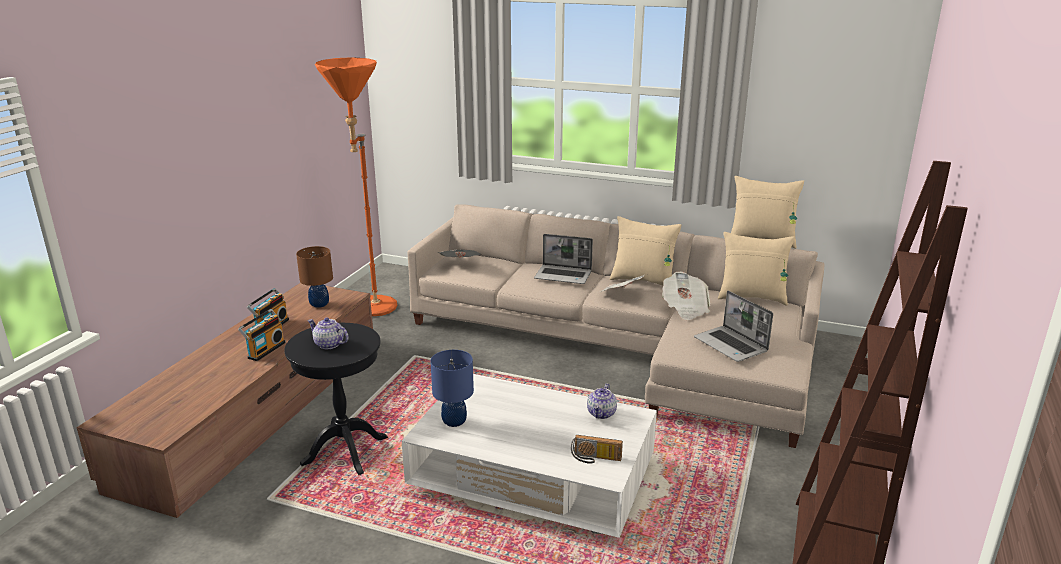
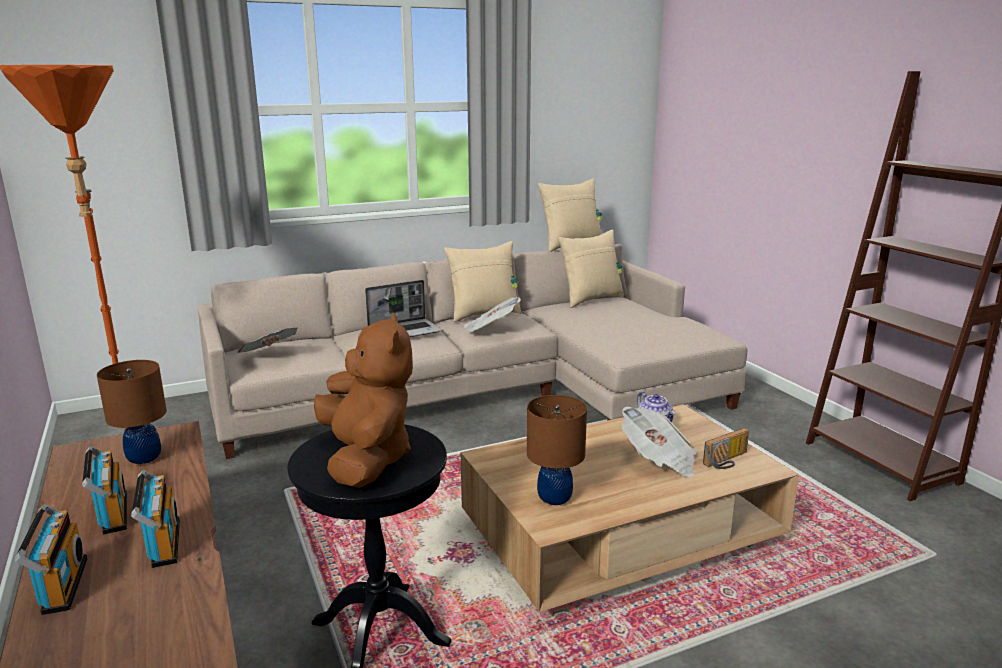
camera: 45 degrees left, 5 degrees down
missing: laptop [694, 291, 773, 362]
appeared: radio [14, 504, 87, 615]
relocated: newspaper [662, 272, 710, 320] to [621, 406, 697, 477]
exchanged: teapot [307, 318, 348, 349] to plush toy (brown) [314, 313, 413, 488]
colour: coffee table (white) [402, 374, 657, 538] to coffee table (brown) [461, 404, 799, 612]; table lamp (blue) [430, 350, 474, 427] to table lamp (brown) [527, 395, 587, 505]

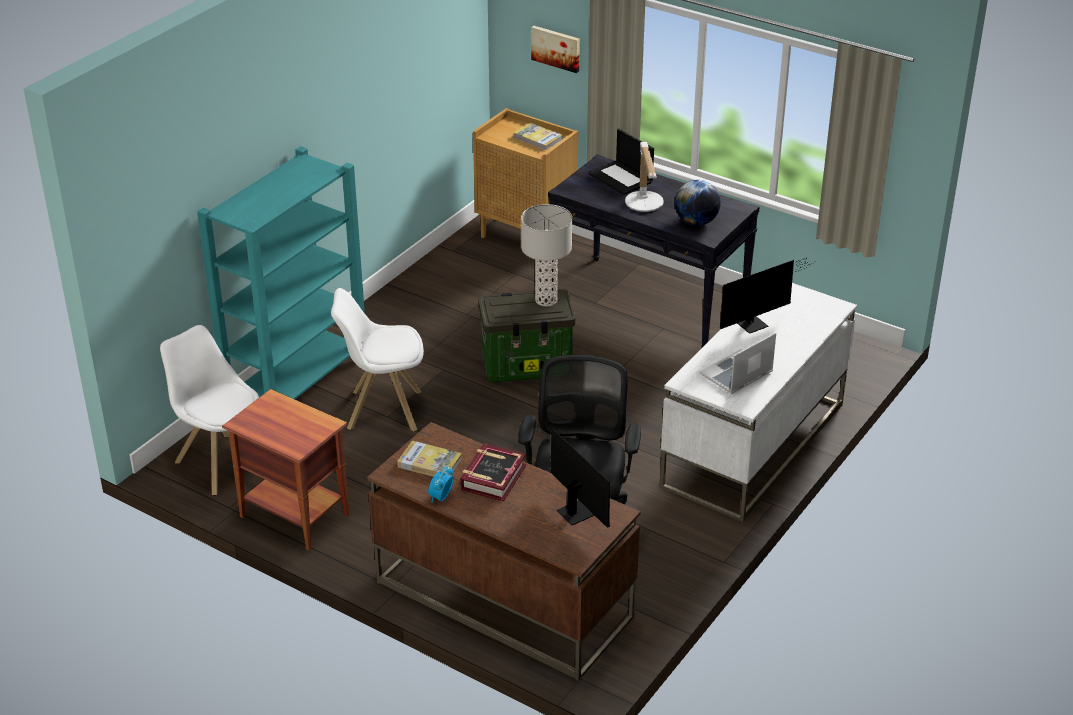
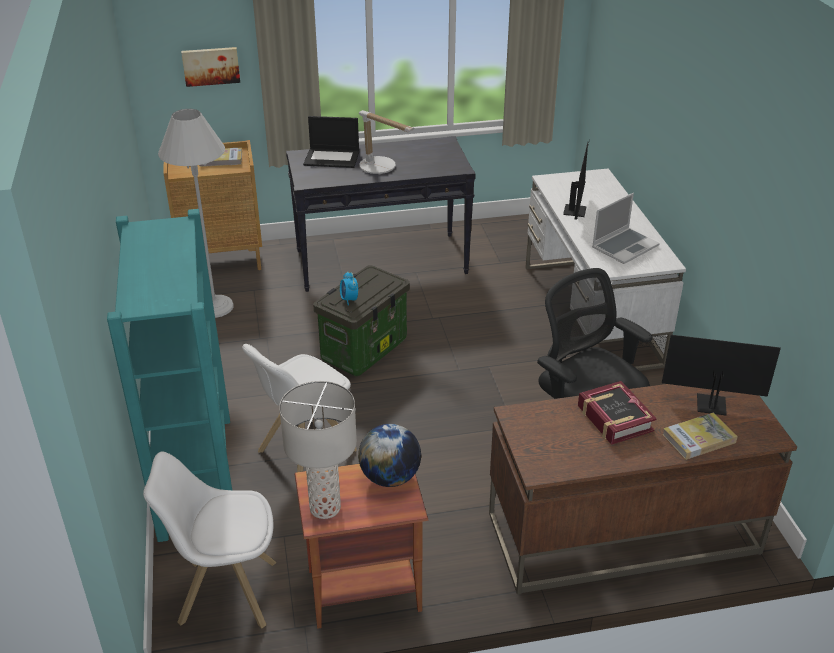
camera: 45 degrees left, 0 degrees up
appeared: floor lamp (white) [158, 109, 234, 318]
relocated: book [397, 441, 462, 477] to [662, 413, 738, 460]; alarm clock [428, 466, 454, 503] to [340, 271, 358, 305]; table lamp (white) [521, 204, 572, 306] to [279, 381, 357, 519]; globe [675, 180, 721, 226] to [358, 424, 421, 487]
spun: laptop [699, 332, 776, 394] = [592, 193, 660, 264] 135 degrees counterclockwise

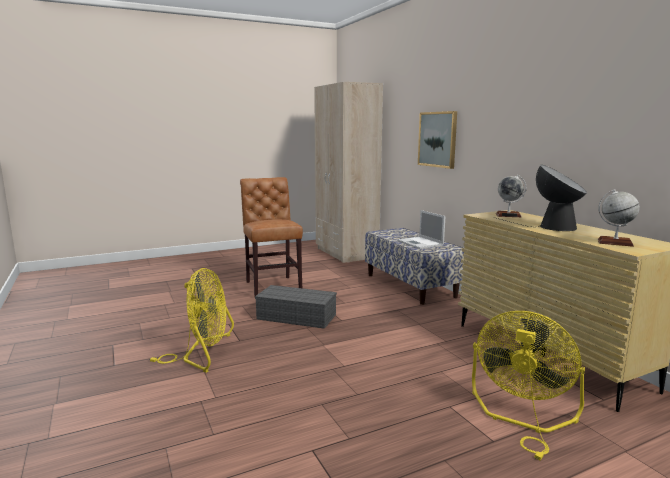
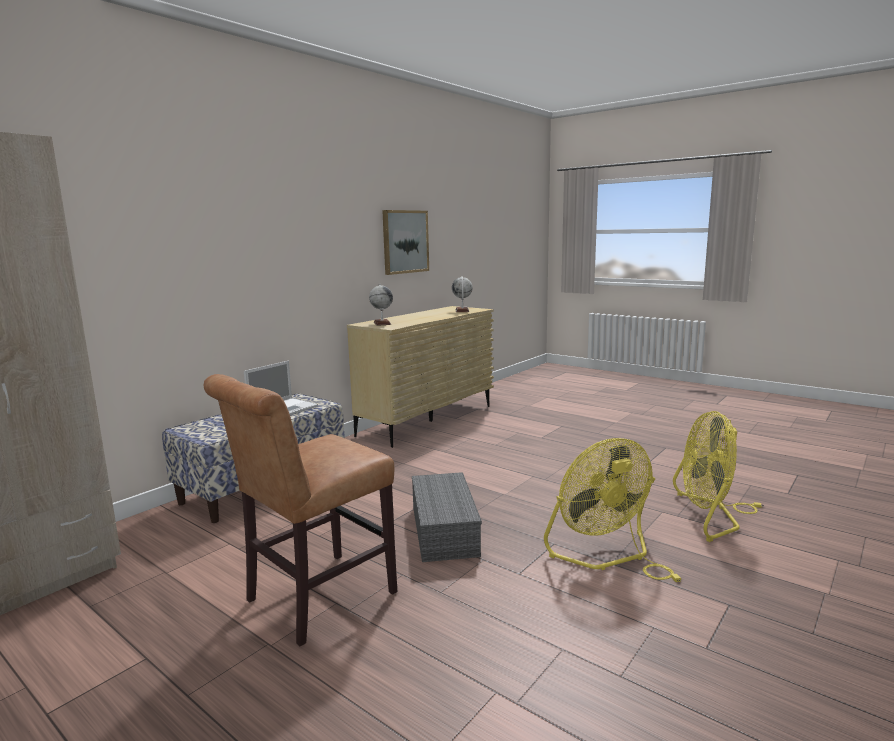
camera: 115 degrees left, 0 degrees up
missing: table lamp [493, 164, 587, 231]
relocated: picture [418, 111, 457, 169] to [382, 210, 429, 275]; fan (yellow) [472, 311, 585, 461] to [673, 411, 763, 542]

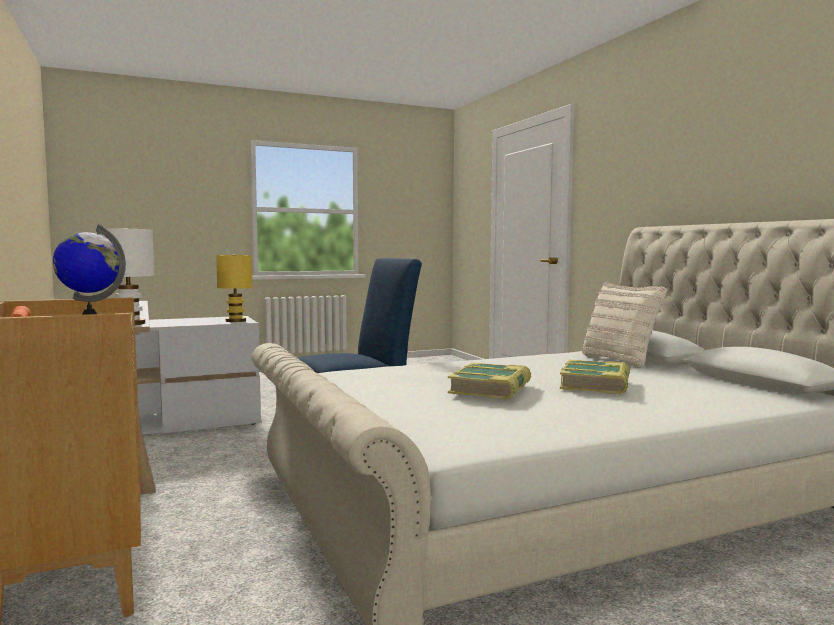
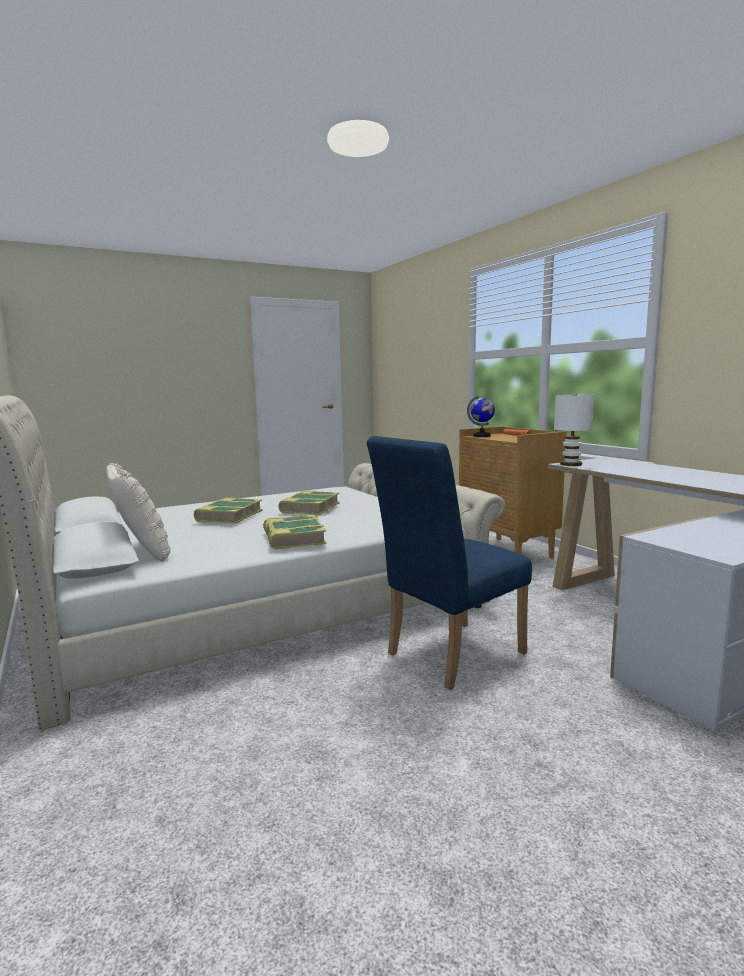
camera: 175 degrees right, 5 degrees up
missing: table lamp (yellow) [216, 254, 253, 322]
appeared: book [263, 515, 326, 550]

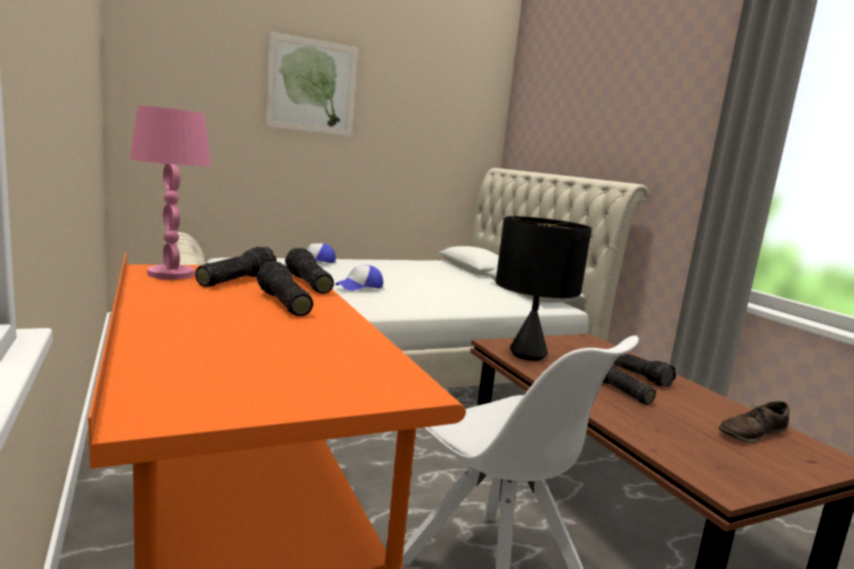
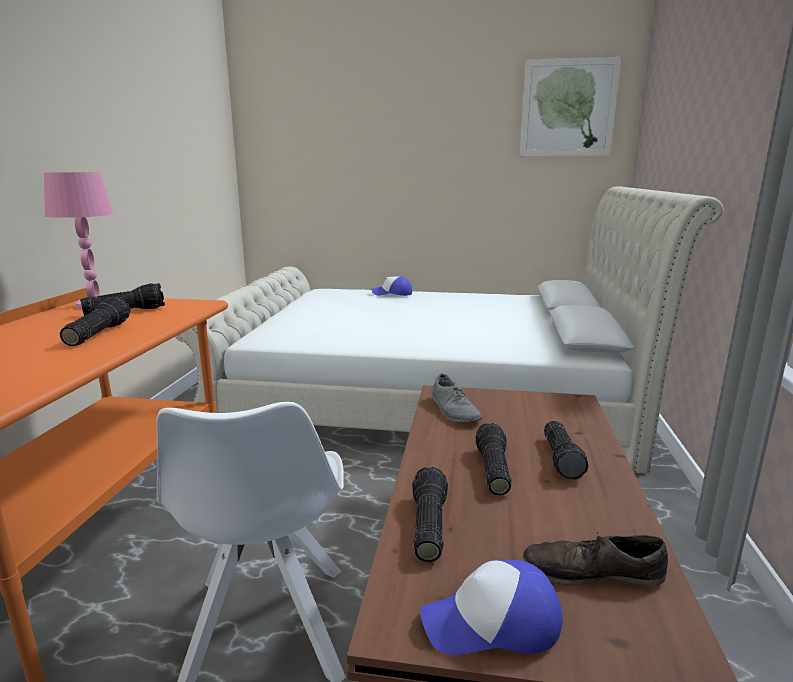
camera: 35 degrees right, 5 degrees up
relocated: picture [266, 32, 358, 136] to [520, 57, 622, 156]; flashlight [285, 248, 334, 294] to [412, 467, 448, 562]; cap [335, 265, 383, 291] to [420, 560, 563, 655]
exchanged: table lamp (black) [496, 216, 592, 361] to shoe (grey) [432, 374, 482, 422]

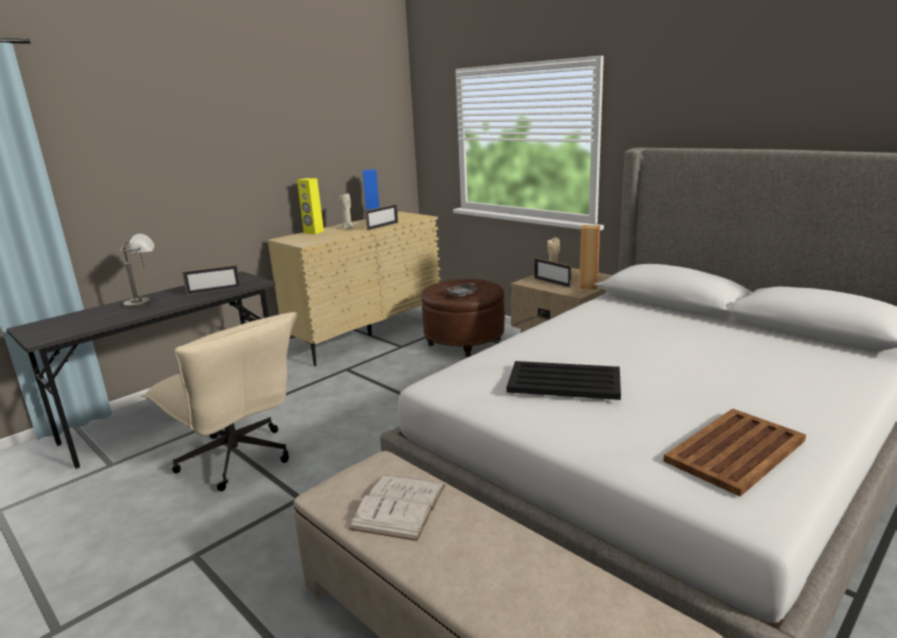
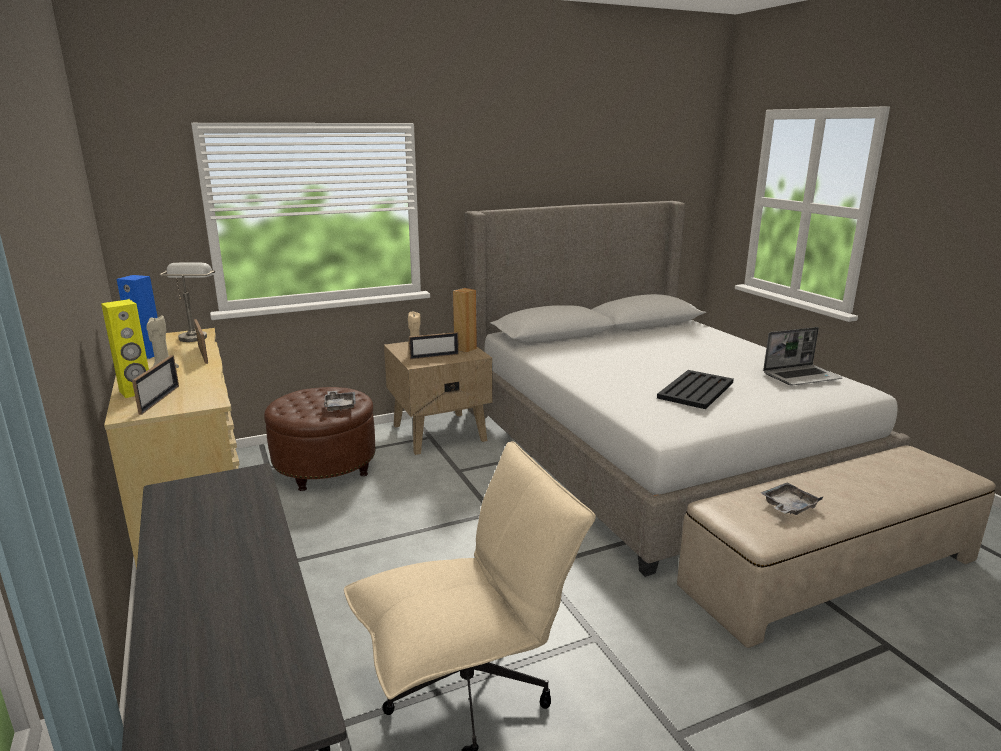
camera: 70 degrees left, 0 degrees up
relocated: table lamp (grey) [121, 234, 155, 309] to [159, 263, 215, 342]; picture frame [182, 265, 241, 295] to [132, 355, 179, 415]
exchanged: book (white) [349, 475, 445, 541] to tray (grey) [761, 483, 823, 515]; tray (brown) [663, 409, 806, 497] to laptop [763, 327, 843, 386]

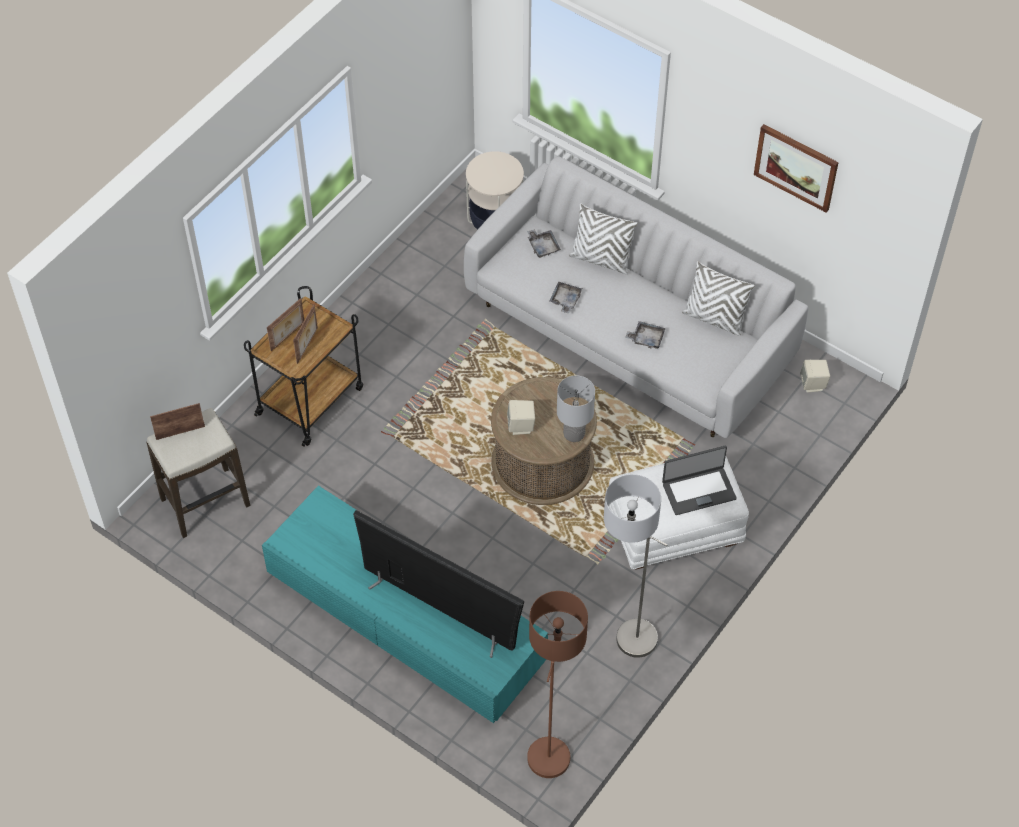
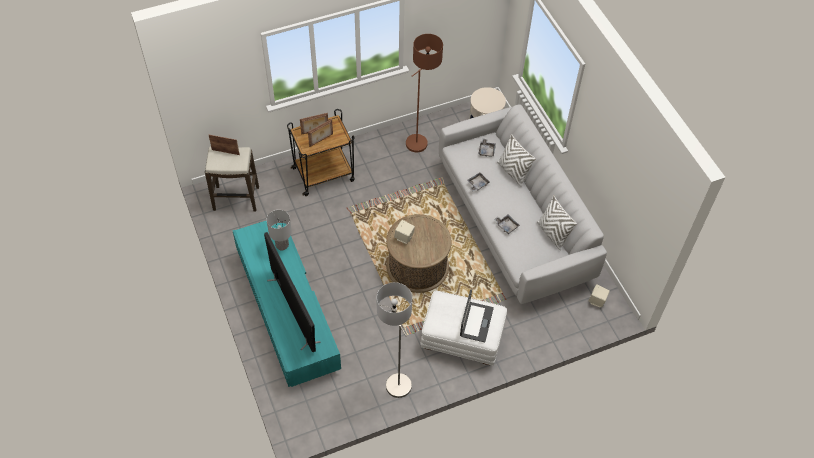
camera: 30 degrees right, 0 degrees up
missing: picture [754, 124, 839, 213]
relocated: floor lamp (brown) [527, 591, 588, 778] to [406, 34, 443, 153]; table lamp (grey) [557, 375, 595, 442] to [267, 210, 292, 251]
spun: laptop [662, 445, 737, 515] = [460, 290, 494, 342] 90 degrees counterclockwise

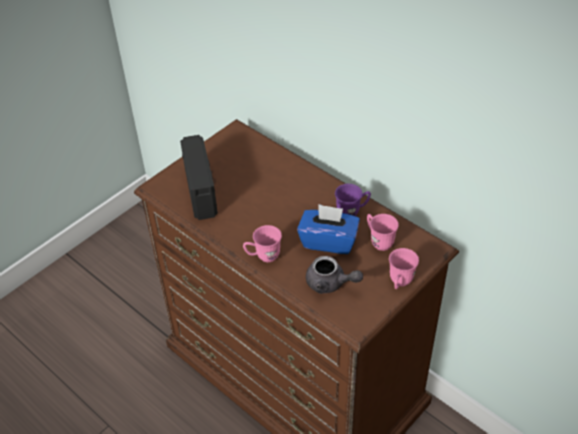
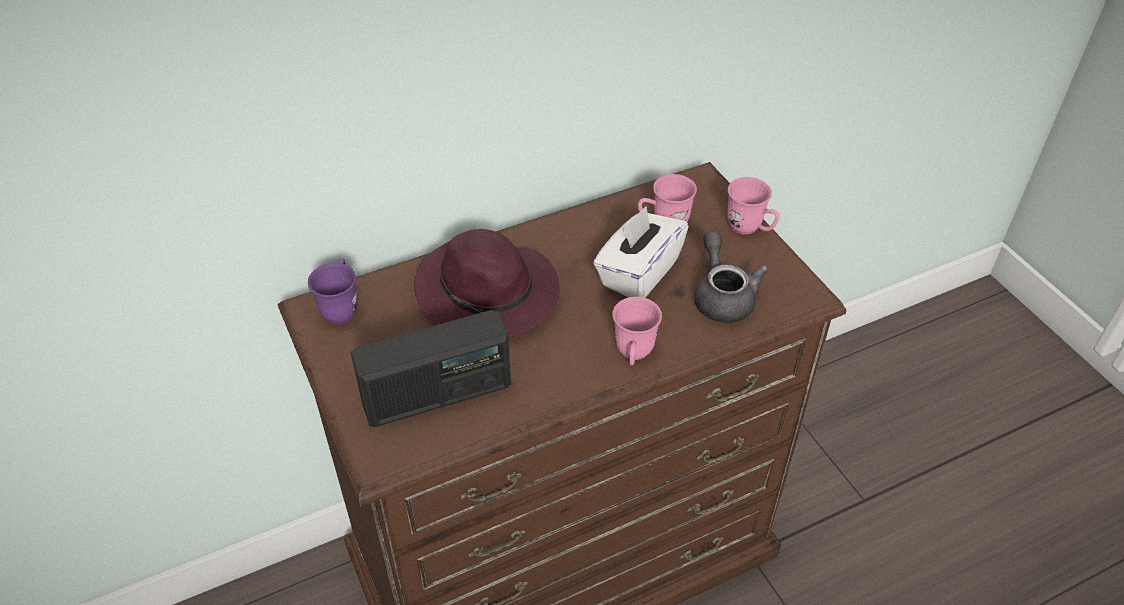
camera: 70 degrees left, 0 degrees up
appeared: hat (purple) [414, 229, 560, 338]
relocated: mug (purple) [335, 184, 371, 216] to [308, 258, 357, 324]
colour: tissue box (blue) [297, 204, 360, 254] to tissue box (white) [593, 206, 689, 298]
spun: radio [180, 135, 218, 220] = [351, 310, 511, 427] 150 degrees clockwise; teapot (grey) [306, 256, 363, 294] = [694, 231, 768, 323] 60 degrees counterclockwise

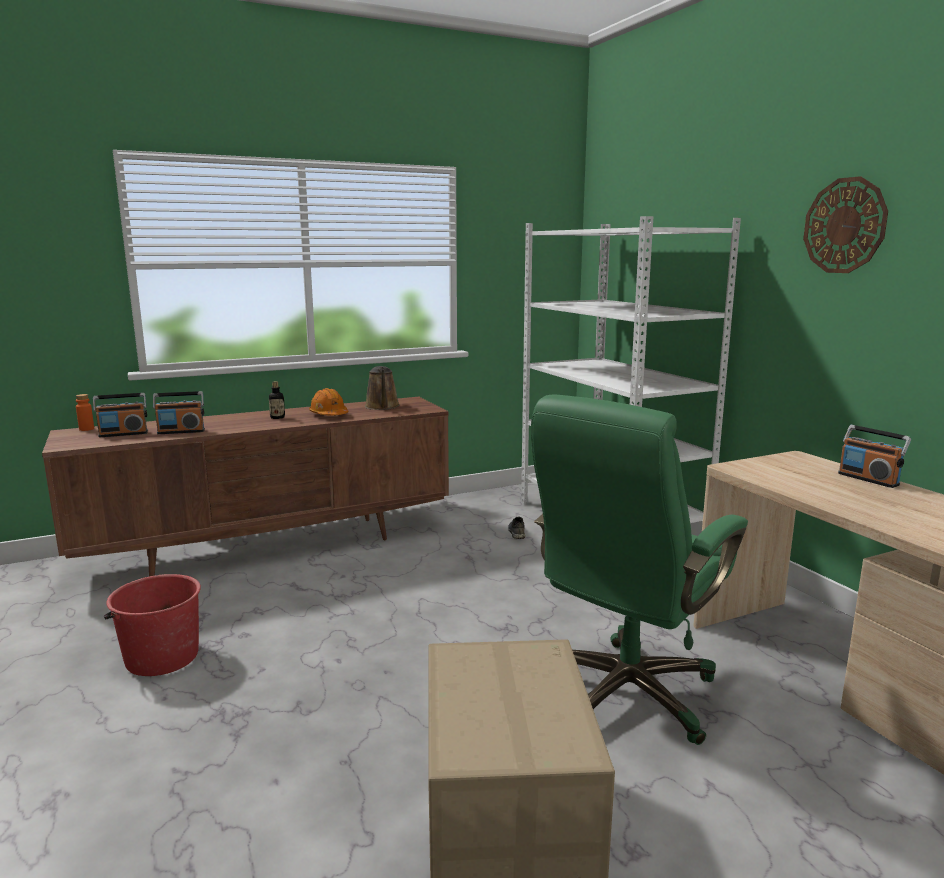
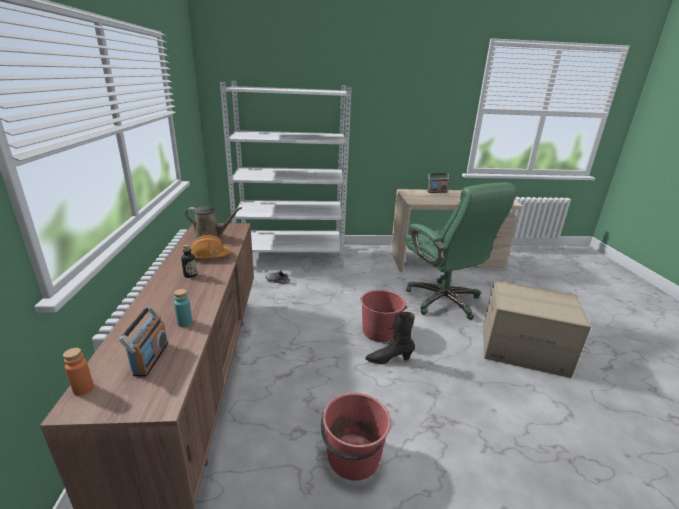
camera: 70 degrees left, 10 degrees up
missing: wall clock [803, 176, 888, 273]
appeared: bucket (red) [360, 290, 407, 342]; boot (black) [365, 312, 415, 364]
exchanged: radio [153, 391, 205, 434] to bottle (turquoise) [174, 289, 192, 327]

